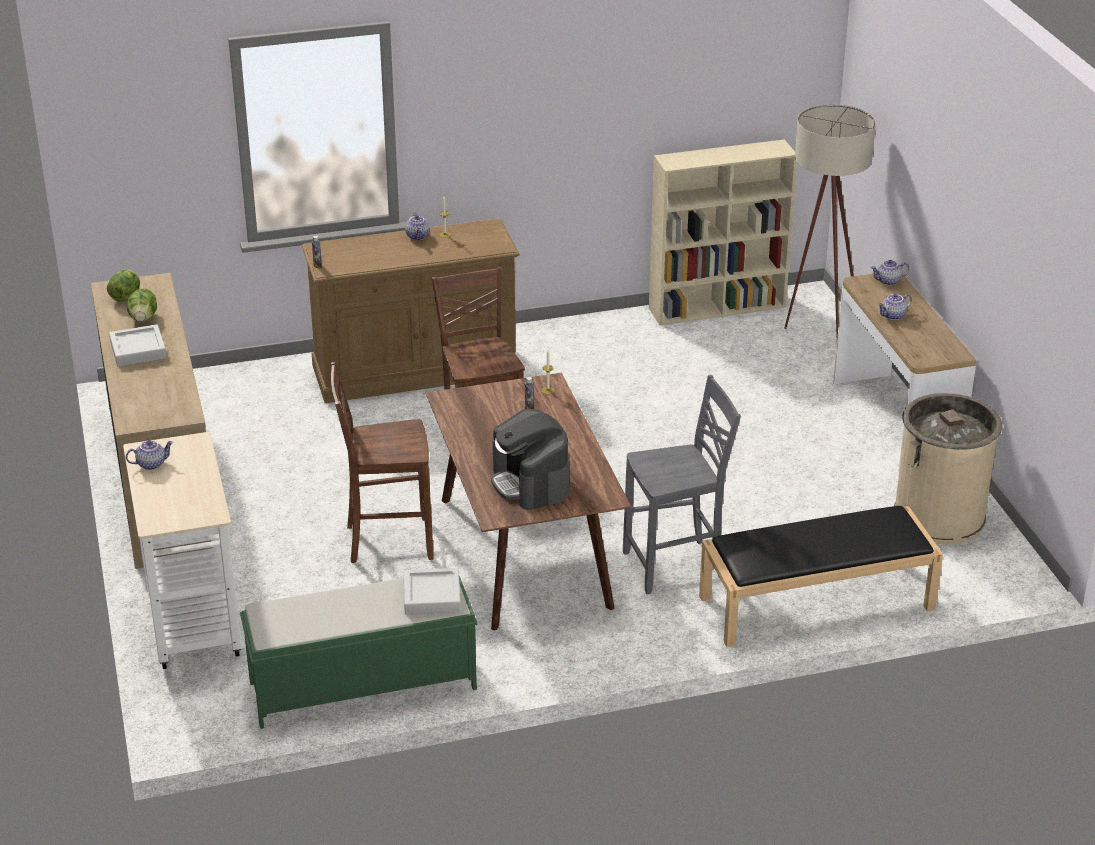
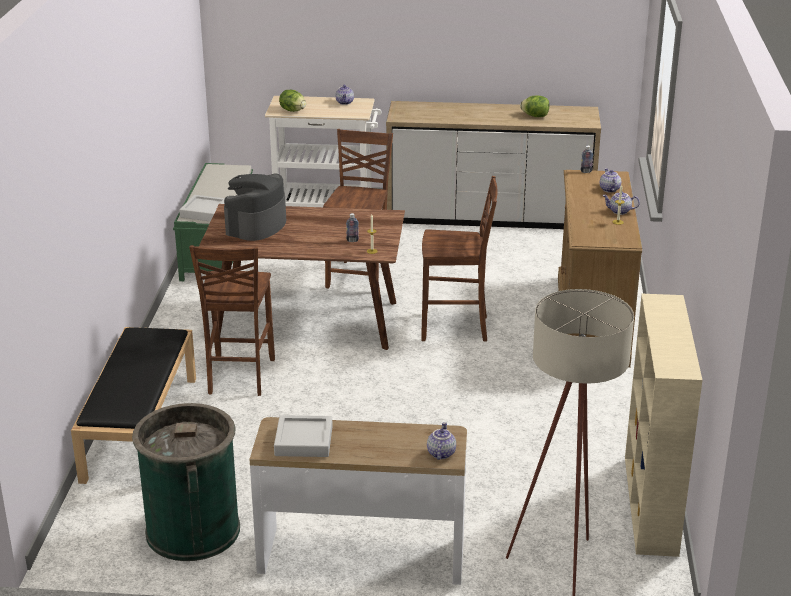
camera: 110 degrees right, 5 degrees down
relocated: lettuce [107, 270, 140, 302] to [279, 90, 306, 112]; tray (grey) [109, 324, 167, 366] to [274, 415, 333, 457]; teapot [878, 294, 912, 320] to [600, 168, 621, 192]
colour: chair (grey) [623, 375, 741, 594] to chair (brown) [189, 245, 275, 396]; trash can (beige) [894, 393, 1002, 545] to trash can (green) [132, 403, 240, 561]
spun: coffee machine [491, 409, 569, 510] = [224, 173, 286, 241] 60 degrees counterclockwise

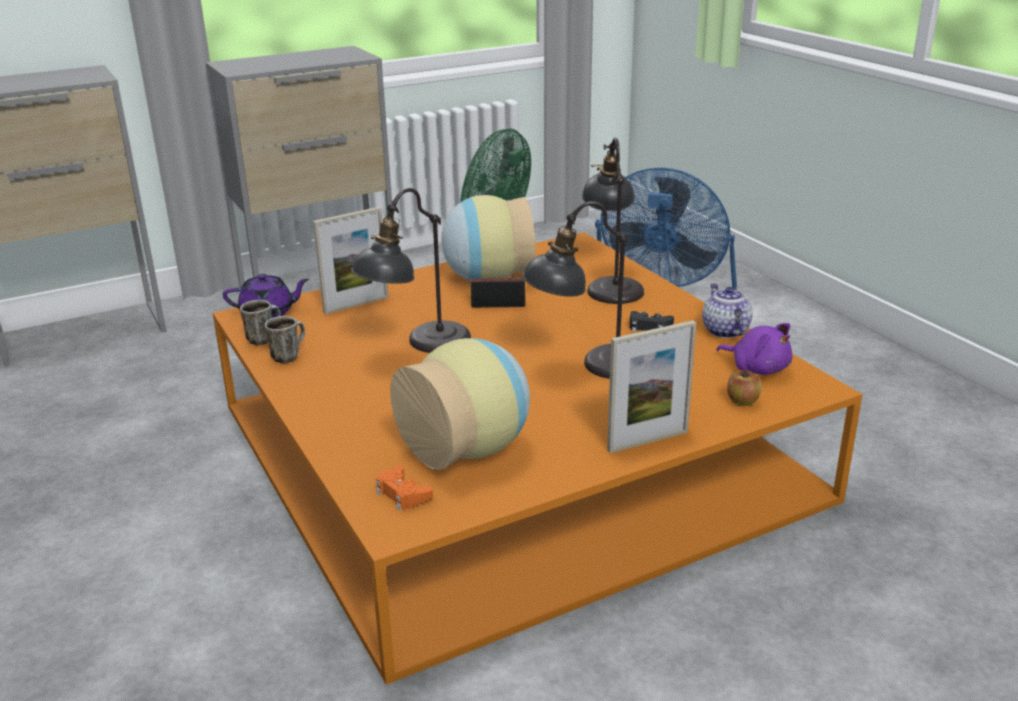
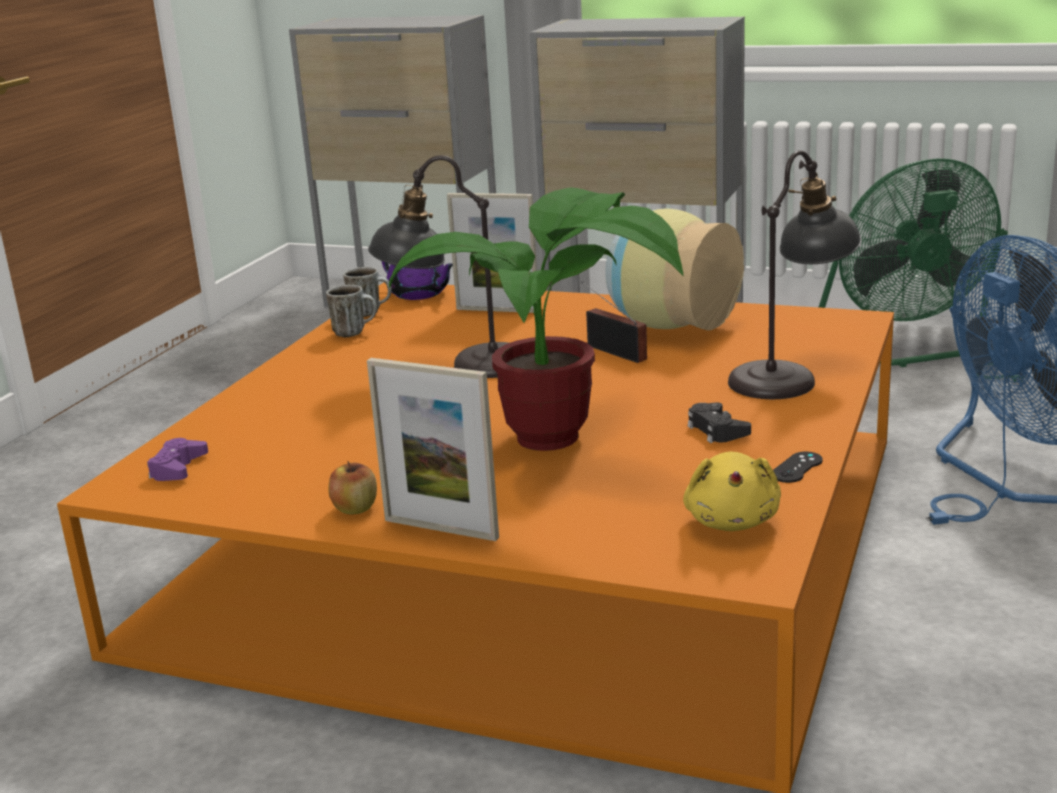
camera: 50 degrees right, 5 degrees down
missing: vase [390, 338, 530, 470]
relocated: apple [727, 370, 762, 406] to [328, 461, 377, 515]
exchanged: table lamp (grey) [523, 201, 628, 379] to potted plant [389, 187, 684, 451]; teapot [702, 284, 753, 338] to game controller (black) [773, 452, 823, 483]
colour: game controller (orange) [376, 466, 433, 510] to game controller (purple) [147, 438, 208, 481]; plush toy (purple) [717, 323, 793, 375] to plush toy (yellow) [683, 452, 781, 531]

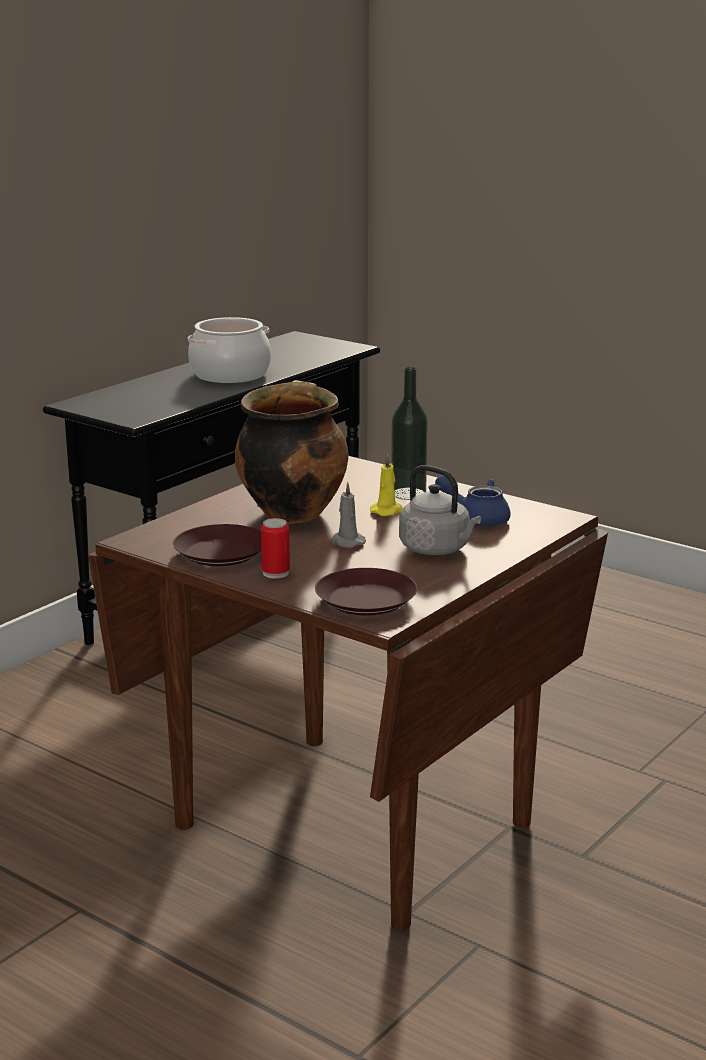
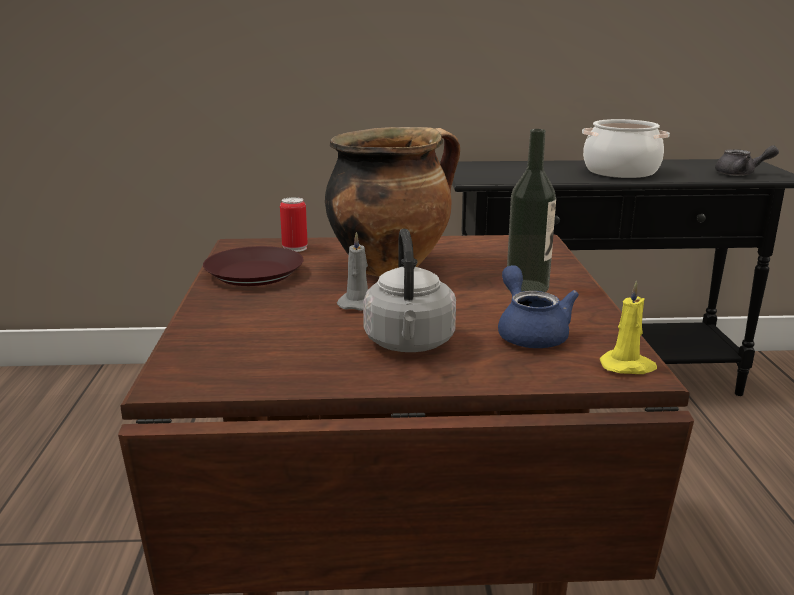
camera: 50 degrees right, 0 degrees up
missing: plate (brown) [315, 568, 417, 616]
appeared: teapot (grey) [715, 145, 779, 176]
relocated: can [261, 518, 290, 579] to [280, 197, 308, 252]; candle (yellow) [370, 454, 403, 516] to [600, 281, 657, 374]

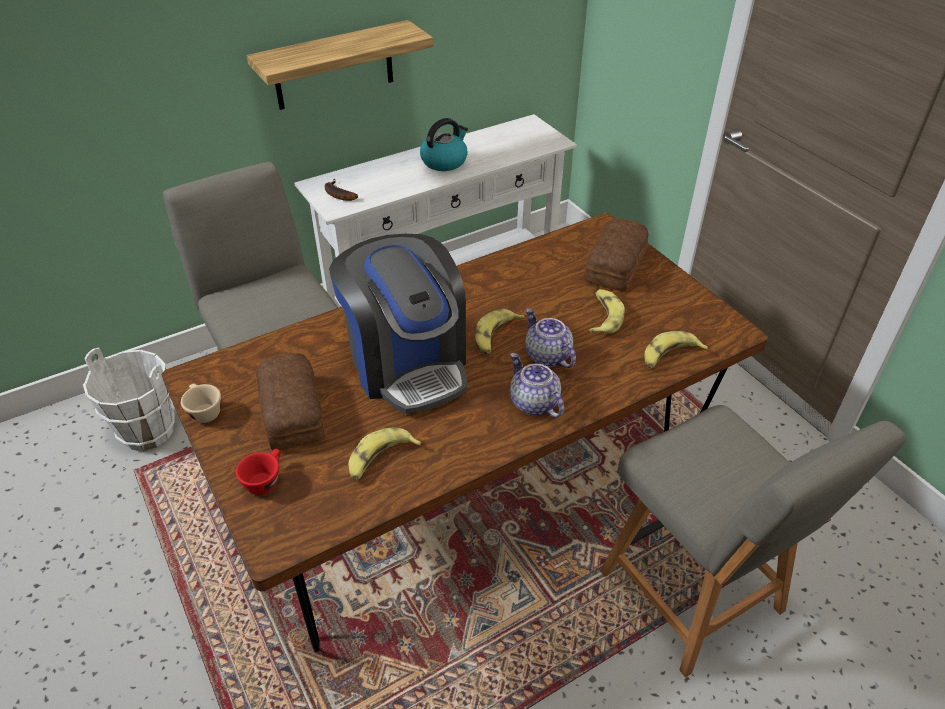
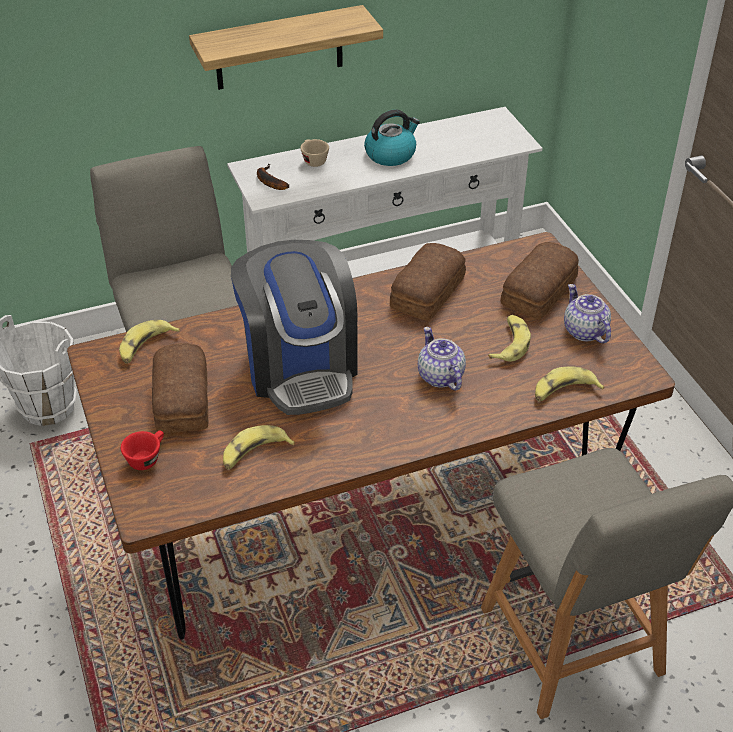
camera: 10 degrees right, 0 degrees up
appeared: bread [390, 243, 466, 321]
relocated: cup (beige) [181, 384, 221, 423] to [300, 139, 329, 167]; banana [475, 309, 525, 355] to [119, 320, 180, 364]; teapot [510, 353, 564, 418] to [564, 284, 611, 343]

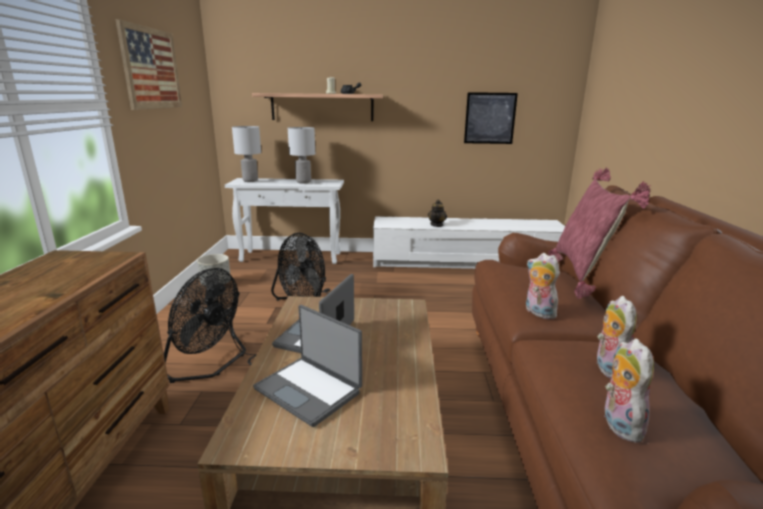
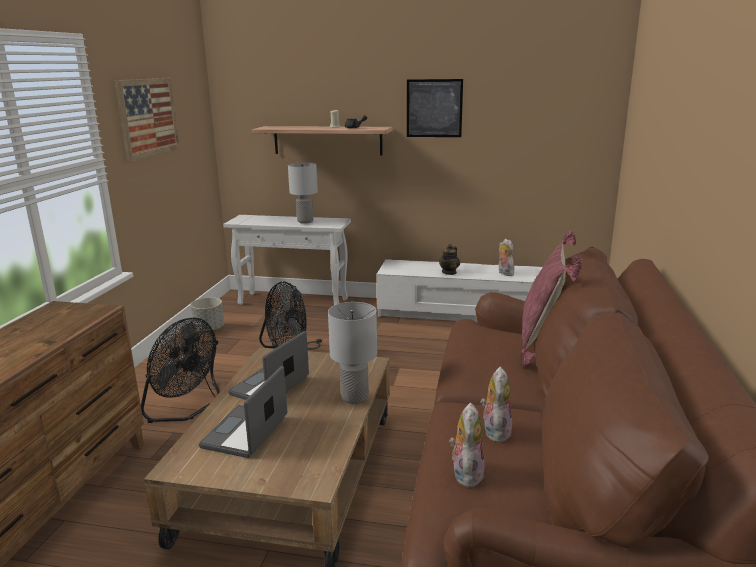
camera: 10 degrees right, 0 degrees up
relocated: table lamp (grey) [232, 126, 261, 182] to [328, 302, 377, 404]; picture [464, 92, 518, 144] to [407, 79, 463, 137]; plush toy [526, 253, 560, 319] to [499, 239, 514, 276]
spun: laptop [253, 305, 362, 427] = [199, 366, 287, 458] 60 degrees clockwise

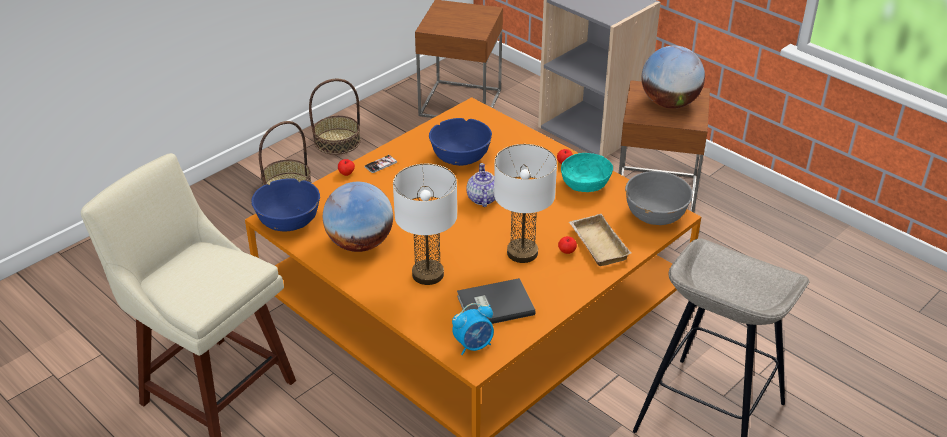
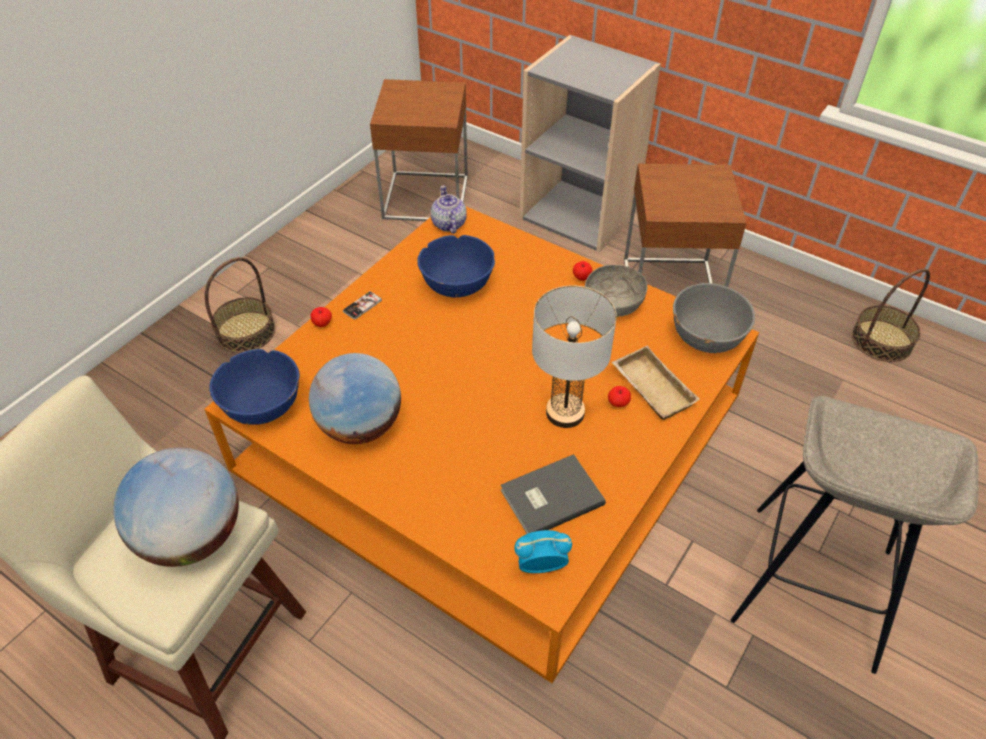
camera: 10 degrees left, 10 degrees up
missing: table lamp [393, 164, 457, 285]
relocated: basket [309, 79, 361, 155] to [852, 269, 930, 362]; teapot [466, 163, 495, 207] to [431, 186, 467, 234]; globe [642, 46, 705, 109] to [113, 448, 239, 567]
colour: bowl (turquoise) [561, 153, 613, 192] to bowl (grey) [585, 265, 648, 317]
spun: alarm clock [452, 303, 494, 355] = [514, 530, 572, 573] 150 degrees counterclockwise

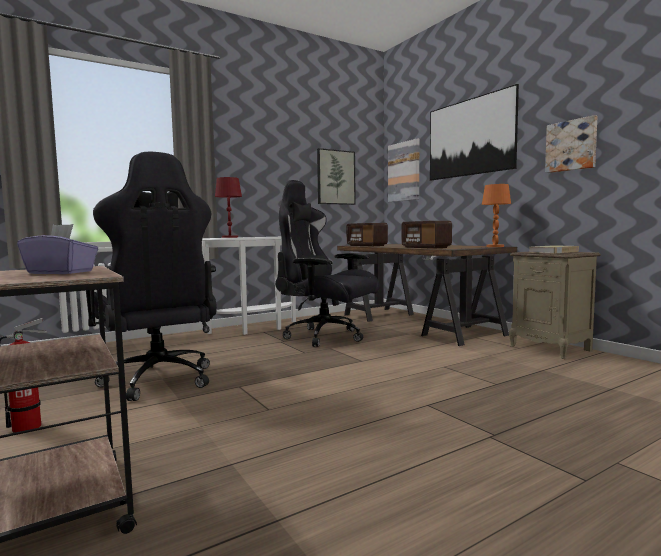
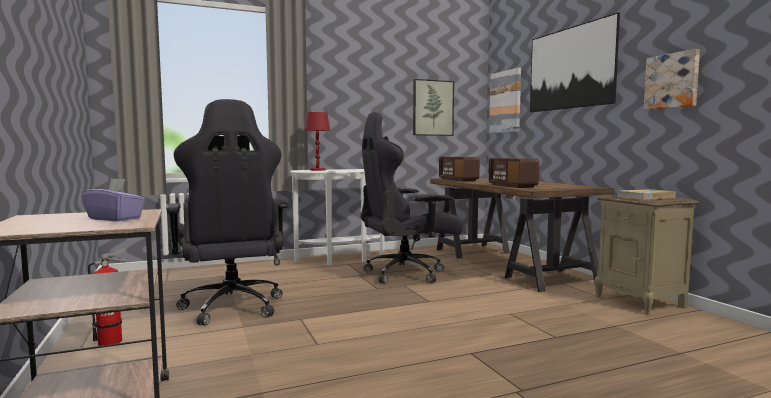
camera: 10 degrees right, 0 degrees up
missing: table lamp (orange) [482, 184, 511, 247]
spun: office chair (black) [275, 180, 380, 347] = [361, 112, 463, 284] 60 degrees counterclockwise

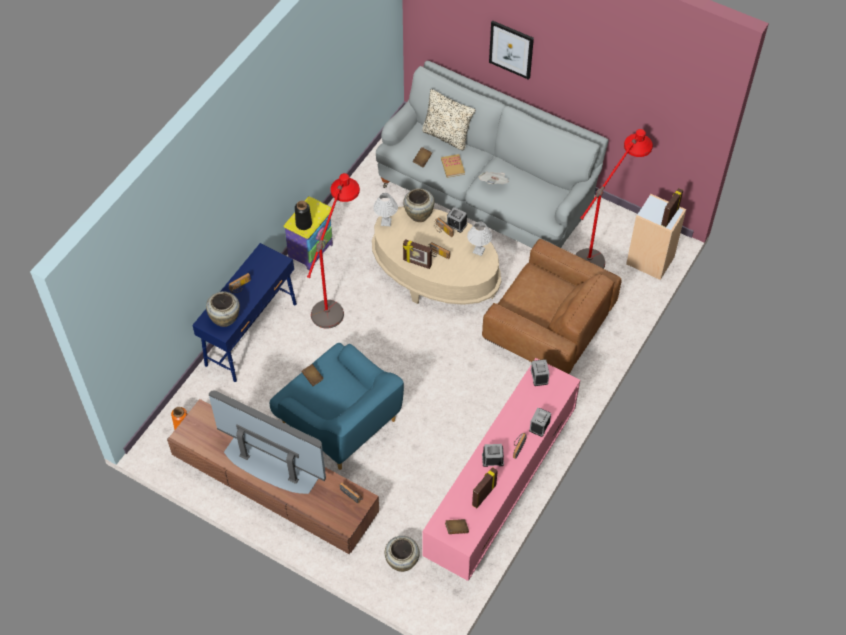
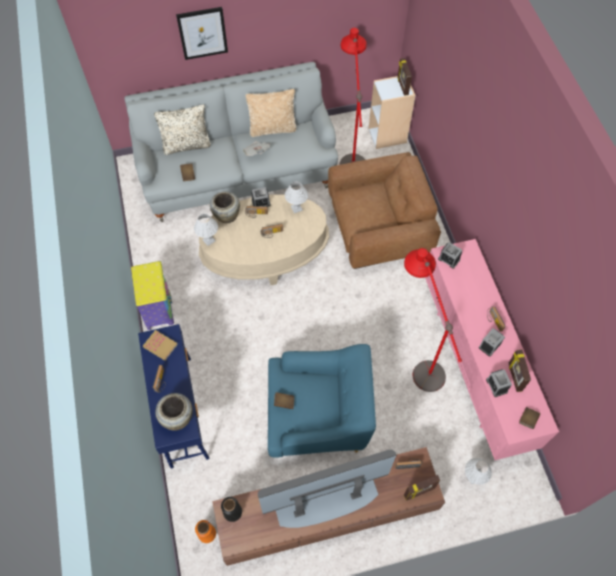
camera: 45 degrees left, 5 degrees up
appeared: pillow (beige) [245, 88, 296, 137]
relocated: vase (black) [295, 201, 312, 230] to [221, 497, 242, 522]; floor lamp (red) [307, 173, 360, 329] to [404, 248, 462, 392]; picture frame [403, 239, 432, 269] to [404, 475, 440, 500]; book [441, 154, 465, 178] to [143, 330, 178, 361]; alarm clock [529, 408, 551, 437] to [486, 369, 512, 397]
exchanged: vase (beige) [385, 536, 420, 572] to table lamp (white) [465, 458, 492, 485]

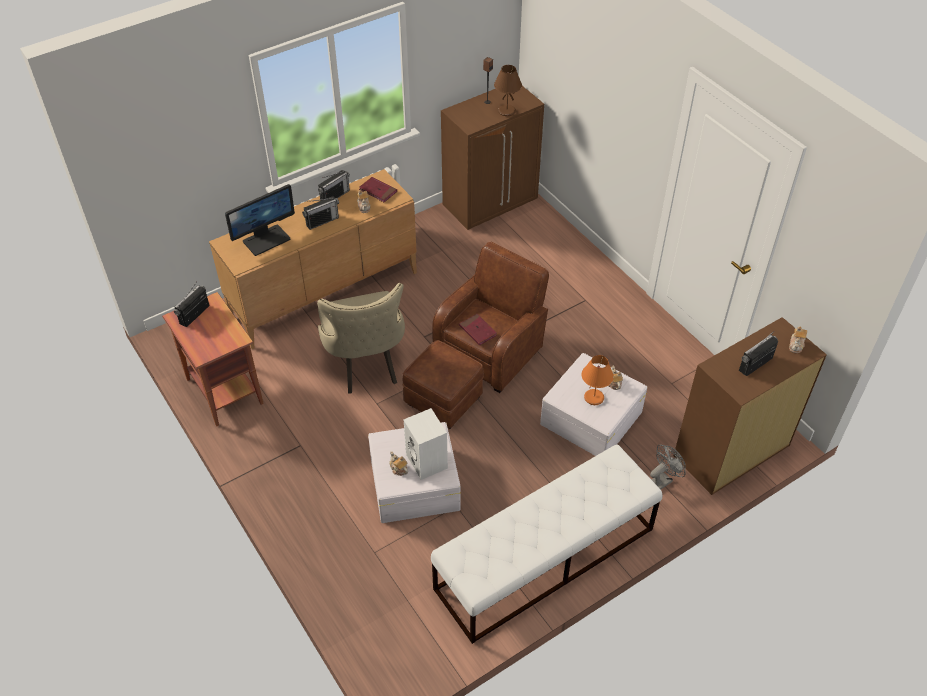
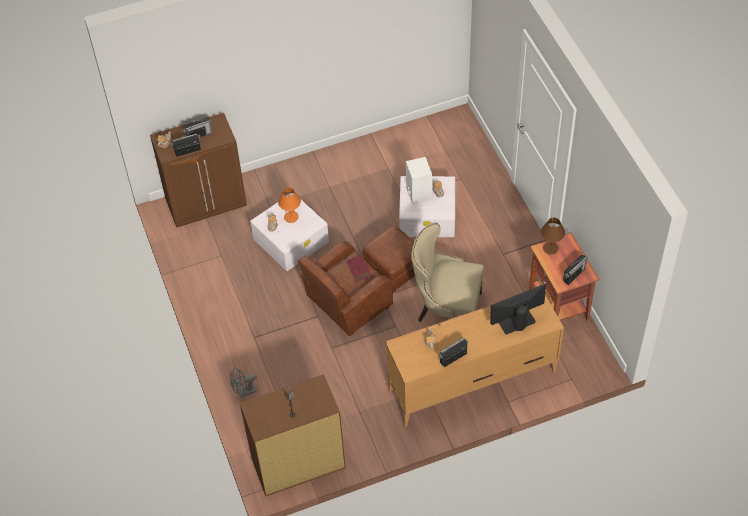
camera: 165 degrees left, 5 degrees up
missing: book (red) [359, 177, 397, 202]; bench (white) [431, 444, 662, 644]
relocated: radio [302, 196, 339, 230] to [171, 131, 201, 157]; table lamp (brown) [494, 65, 522, 116] to [541, 218, 565, 255]; fan (grey) [650, 445, 686, 489] to [230, 367, 257, 398]
spun: chair (beige) [317, 283, 405, 394] = [411, 222, 484, 322] 75 degrees counterclockwise

